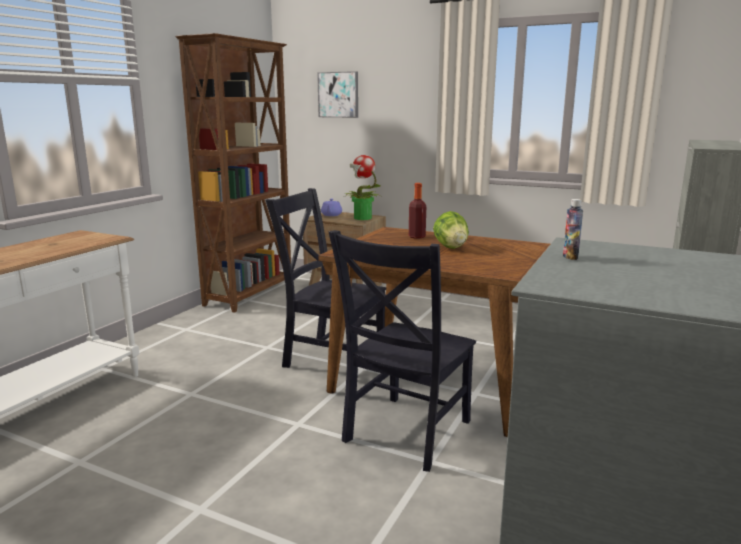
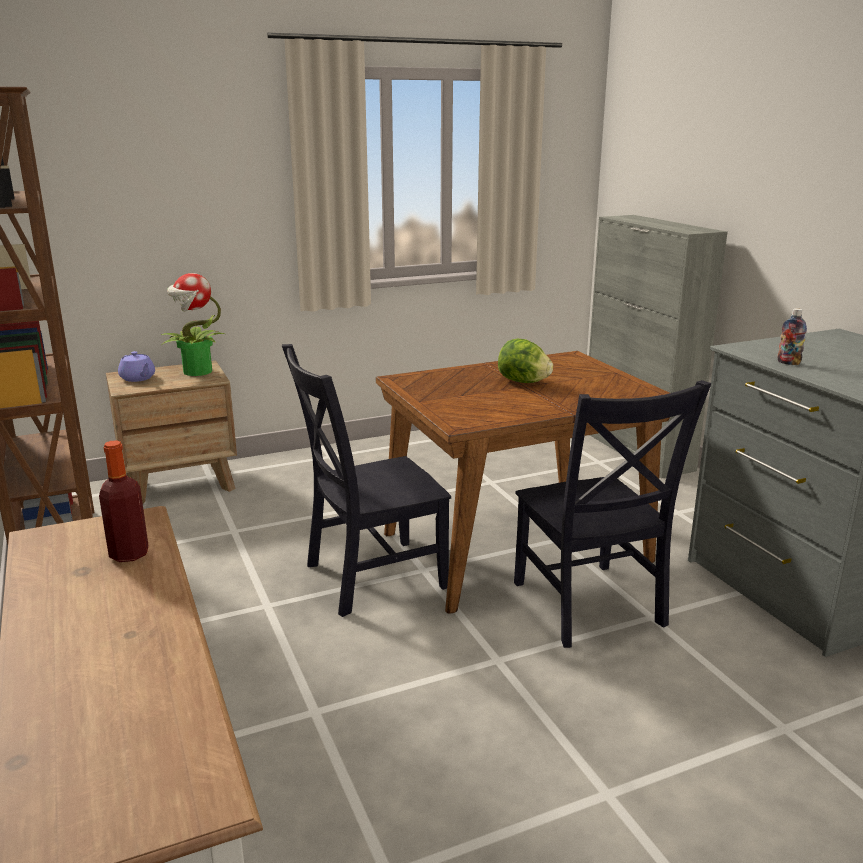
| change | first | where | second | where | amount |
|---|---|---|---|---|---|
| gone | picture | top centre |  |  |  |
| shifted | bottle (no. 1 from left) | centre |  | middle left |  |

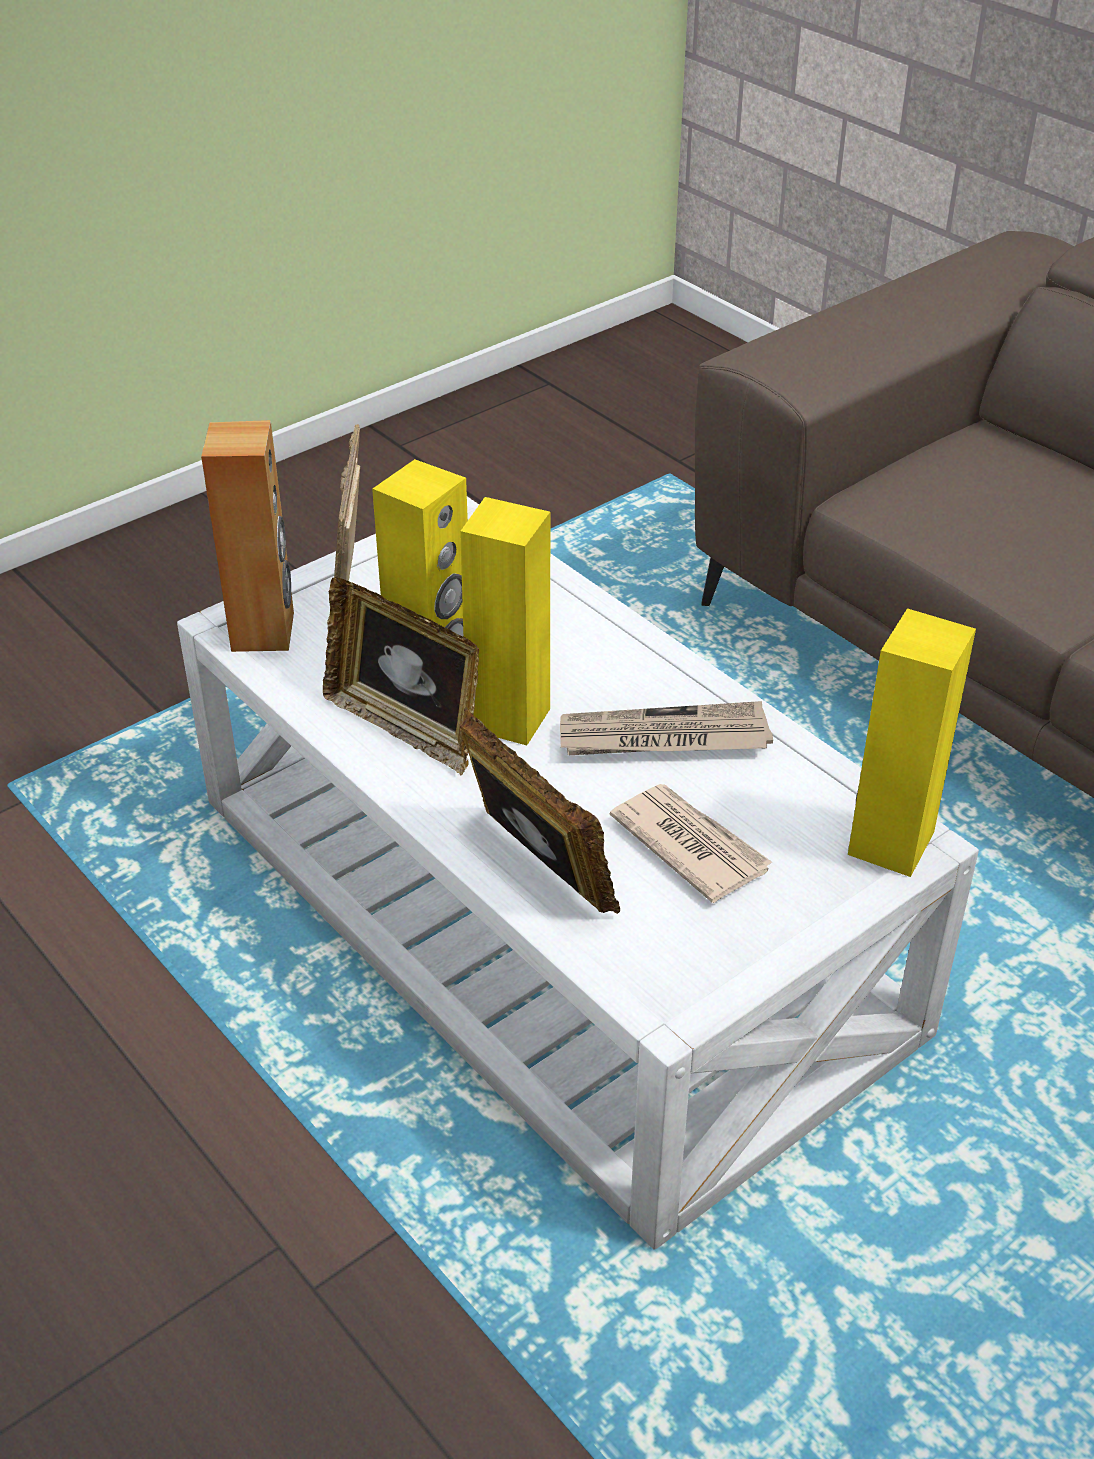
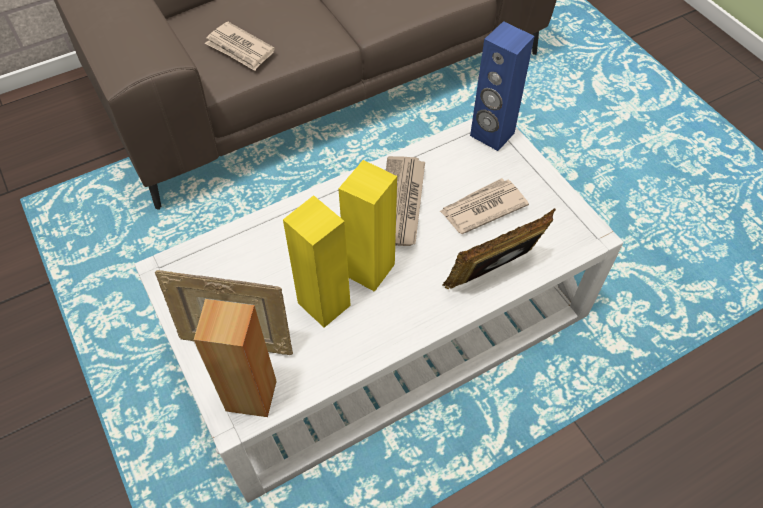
| change | first | where | second | where | amount |
|---|---|---|---|---|---|
| gone | picture frame (no. 2 from left) | centre |  |  |  |
| repainted | yellow speaker (no. 3 from left) | middle right | blue speaker | top centre |  |
| new |  |  | newspaper (no. 1 from left) | top left |  |

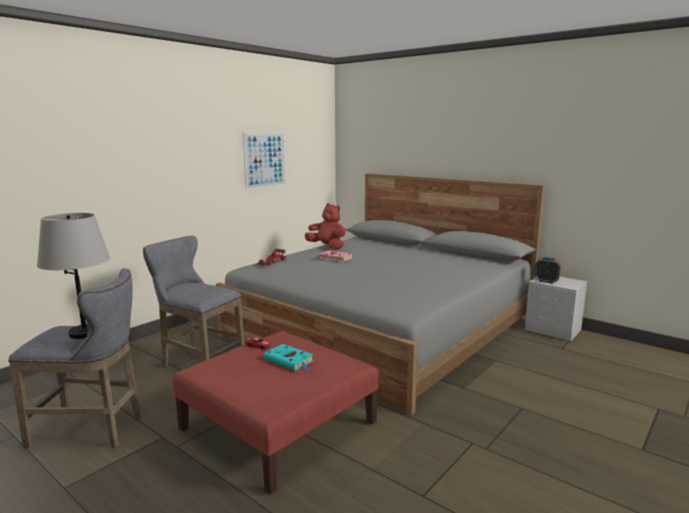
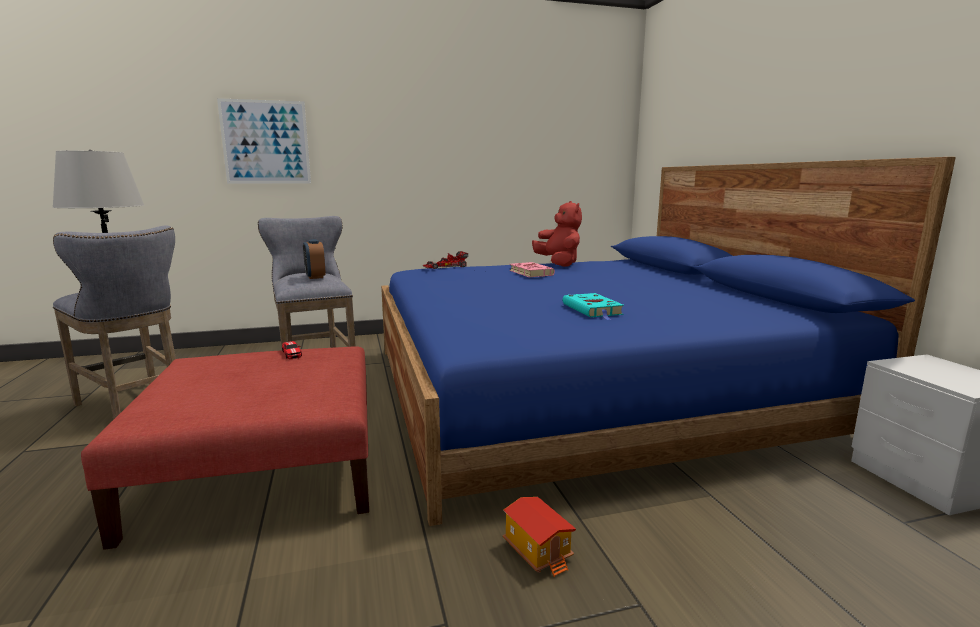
| change | first | where | second | where | amount |
|---|---|---|---|---|---|
| repainted | grey bed | centre | blue bed | middle right |  |
| shifted | picture | top centre |  | top left |  |
| shifted | turquoise book | bottom centre |  | centre |  |
| shifted | alarm clock | middle right |  | middle left |  |
| new |  |  | toy house | bottom centre |  |

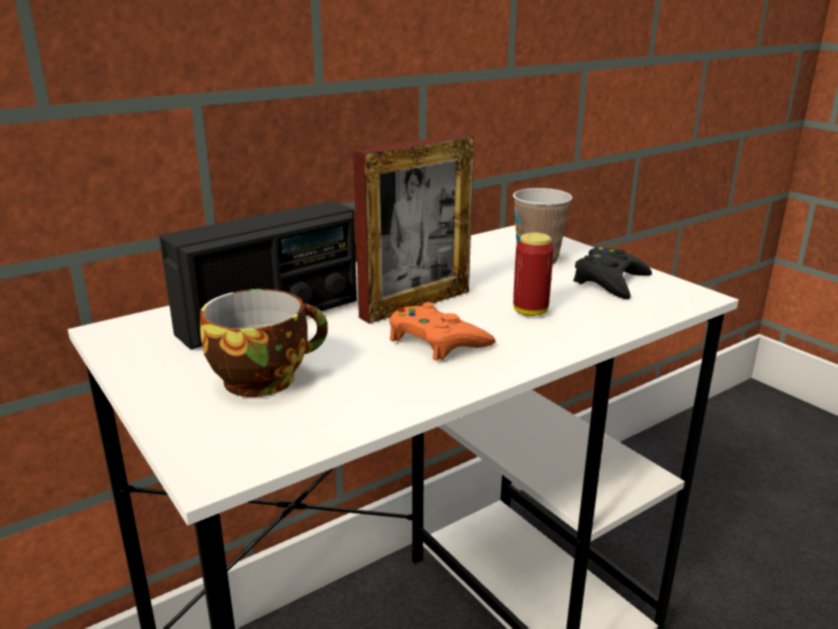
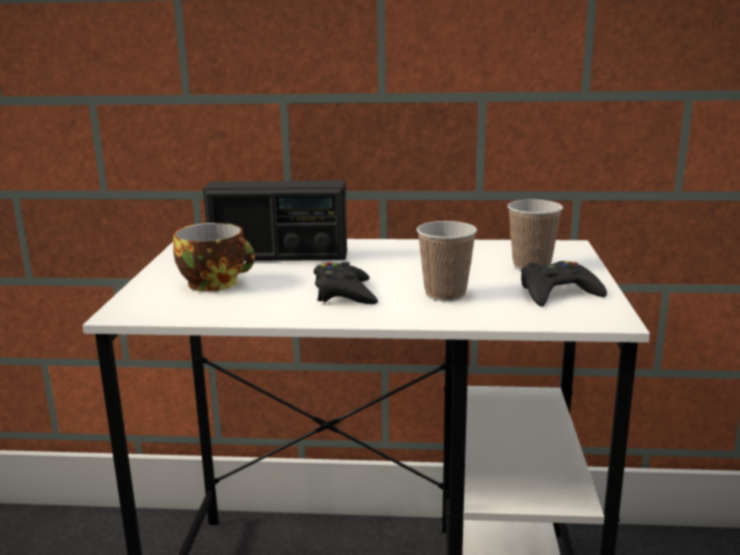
| change | first | where | second | where | amount |
|---|---|---|---|---|---|
| gone | picture frame | centre |  |  |  |
| repainted | orange game controller | centre | black game controller (no. 1 from left) | centre |  |
| swapped | can | centre | cup (no. 2 from left) | centre |  |

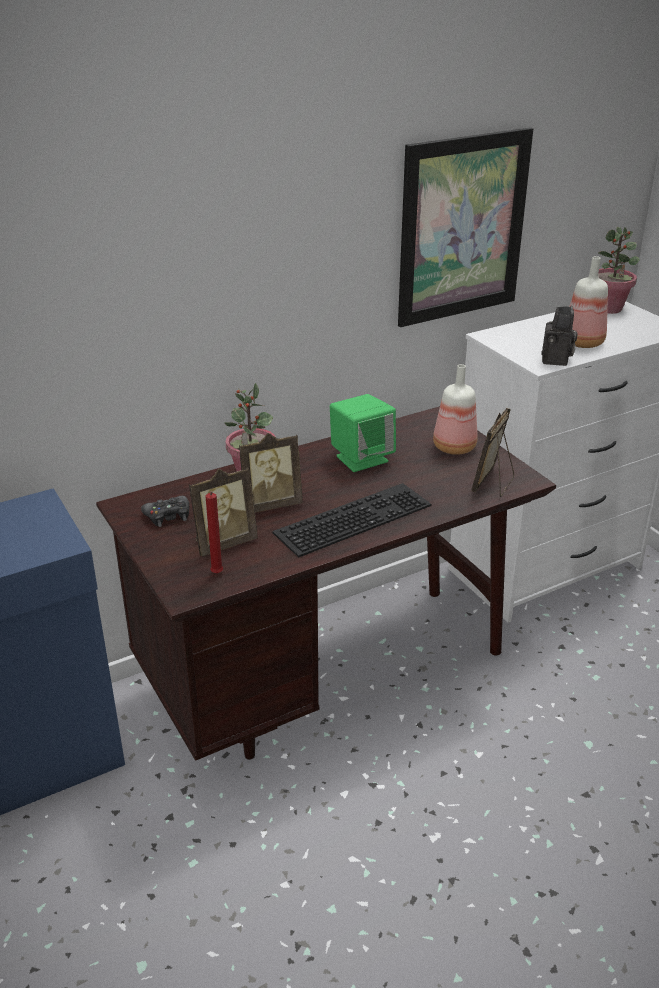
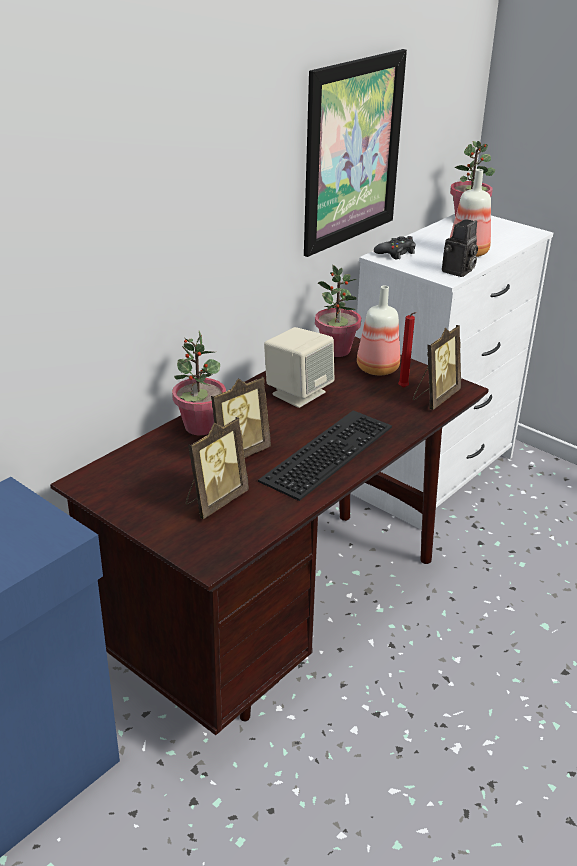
| change | first | where | second | where | amount |
|---|---|---|---|---|---|
| shifted | black game controller | middle left |  | top right |  |
| shifted | red candle | middle left |  | middle right |  |
| repainted | green speaker | centre | beige speaker | centre |  |
| rotated | picture frame (no. 3 from left) | middle right |  | middle right | 150 degrees counterclockwise |
| rotated | photo camera | middle right |  | top right | 45 degrees clockwise |
| new |  |  | potted plant (no. 2 from left) | centre |  |

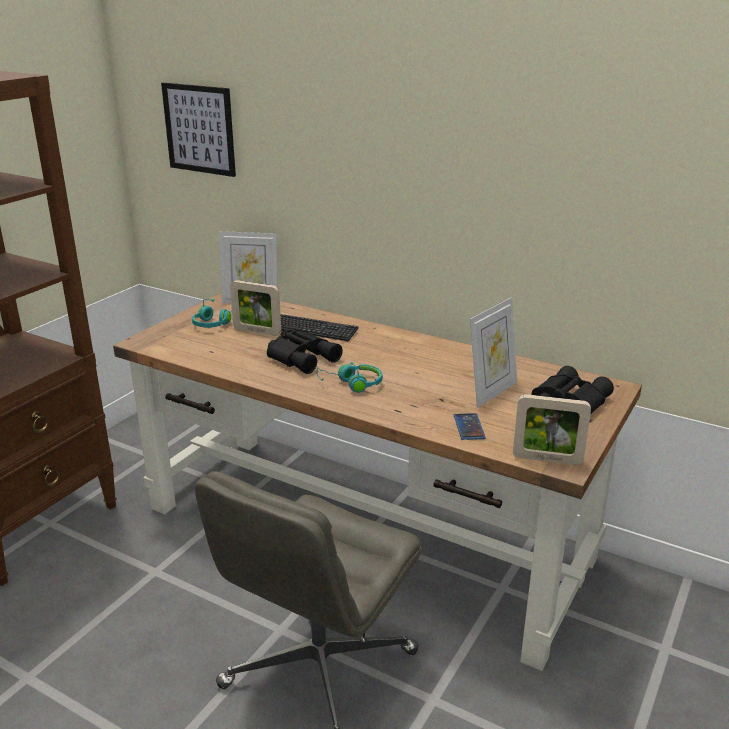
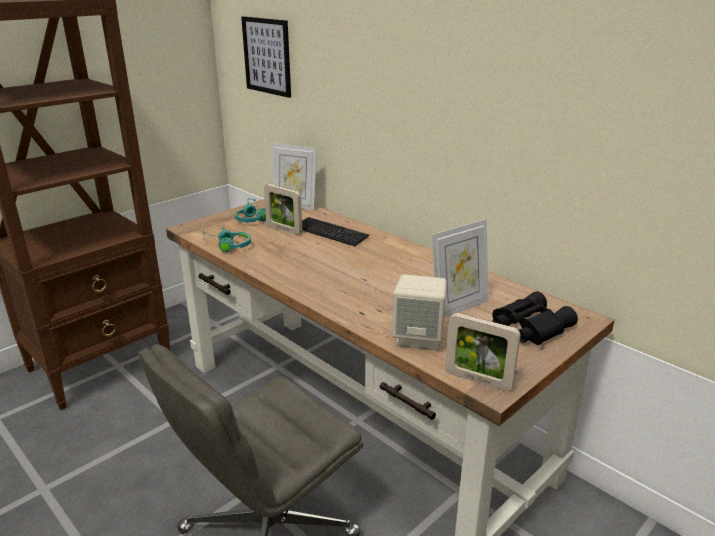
| change | first | where | second | where | amount |
|---|---|---|---|---|---|
| gone | black binoculars (no. 1 from left) | centre |  |  |  |
| shifted | turquoise headphones (no. 2 from left in the first image) | centre | turquoise headphones (no. 1 from left) | middle left |  |
| swapped | phone | centre | beige speaker | centre |  |

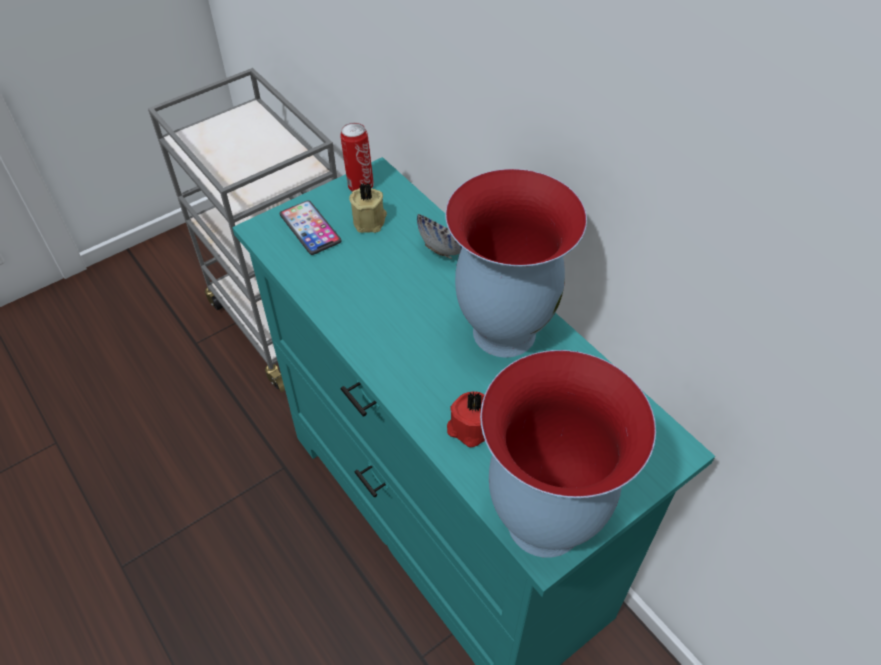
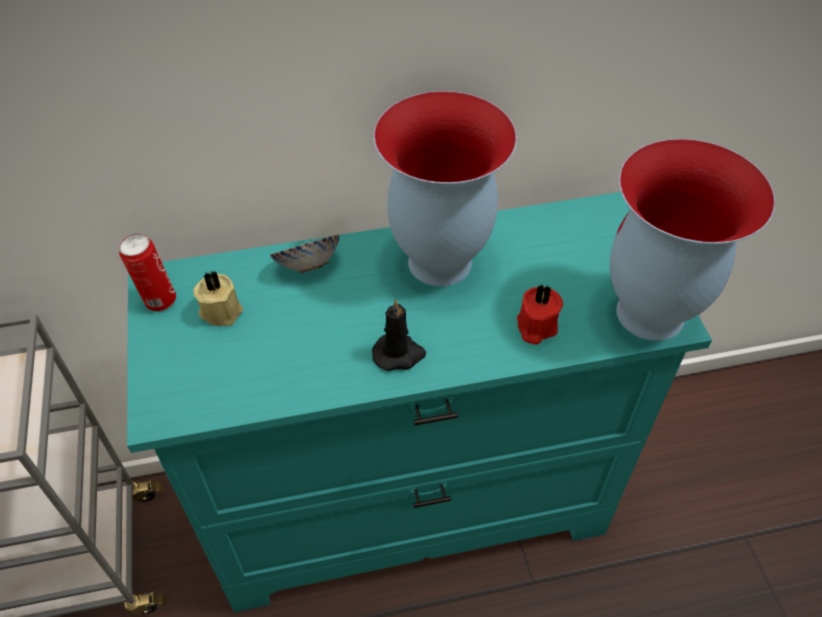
| change | first | where | second | where | amount |
|---|---|---|---|---|---|
| gone | phone | centre |  |  |  |
| new |  |  | black candle | centre |  |

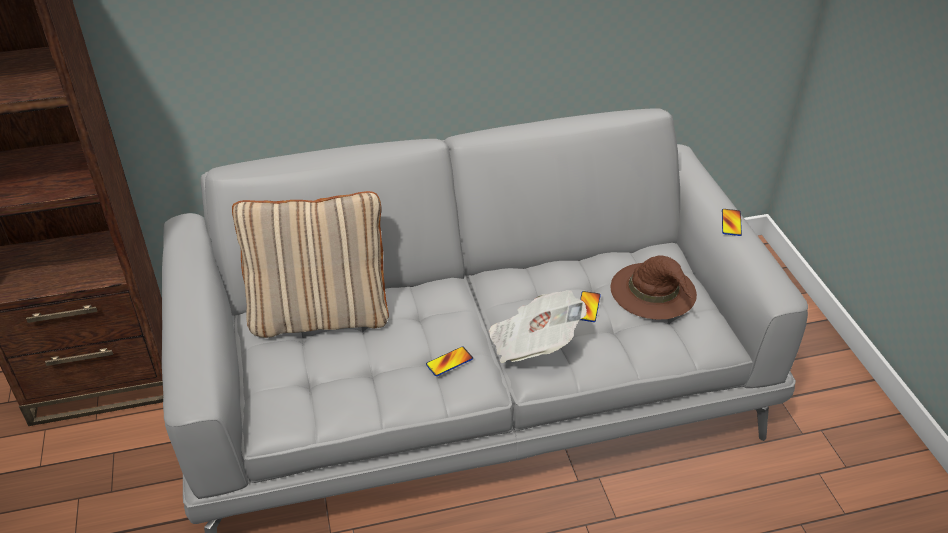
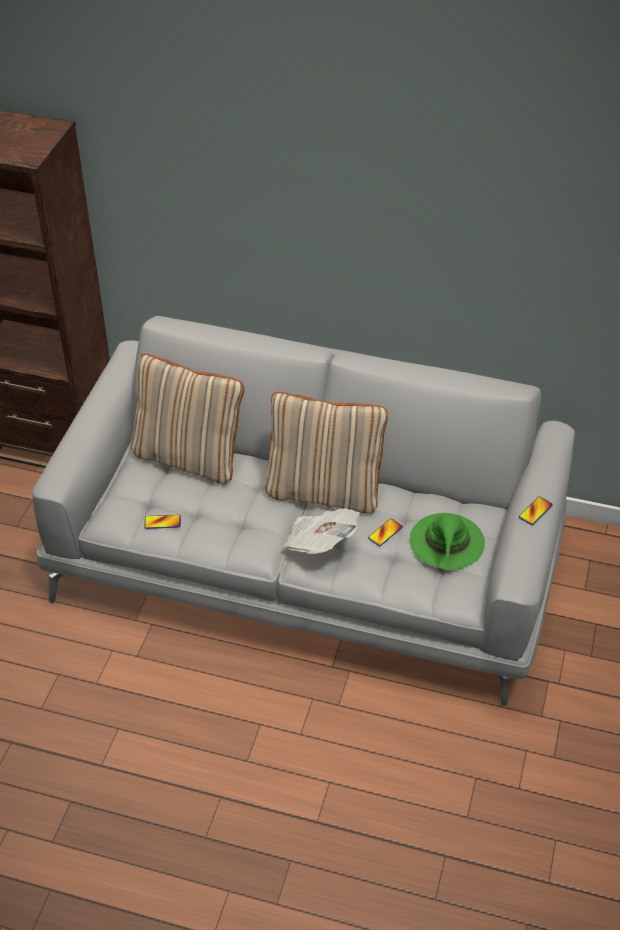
| change | first | where | second | where | amount |
|---|---|---|---|---|---|
| shifted | phone (no. 1 from left) | bottom centre |  | middle left |  |
| repainted | brown hat | middle right | green hat | middle right |  |
| new |  |  | beige pillow (no. 2 from left) | centre |  |

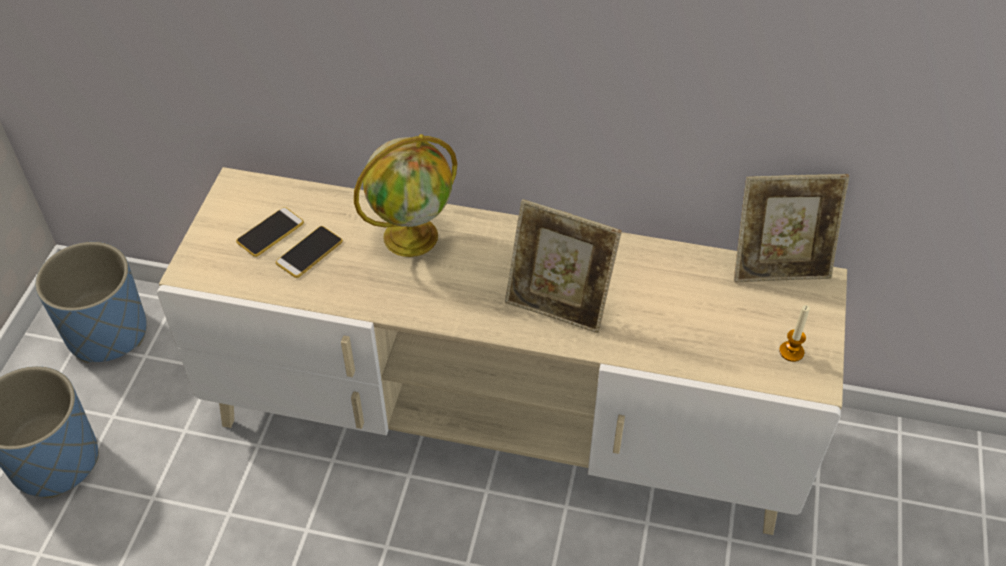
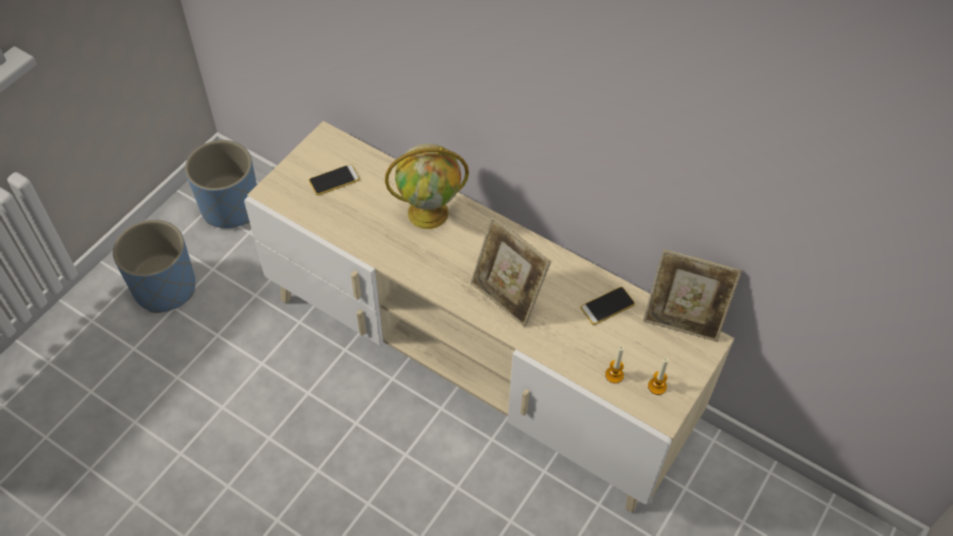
| change | first | where | second | where | amount |
|---|---|---|---|---|---|
| shifted | phone (no. 2 from left) | middle left |  | centre |  |
| new |  |  | candle (no. 1 from left) | bottom centre |  |

